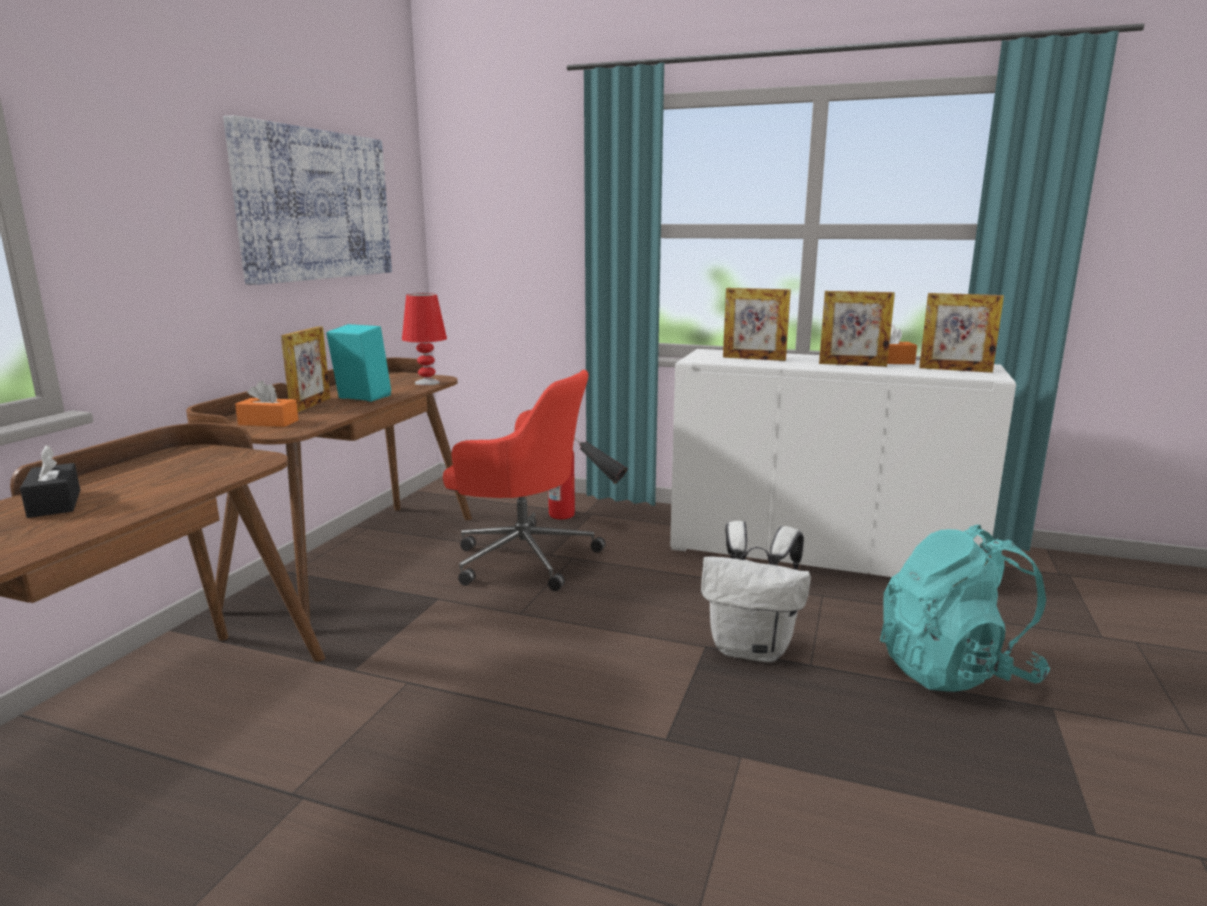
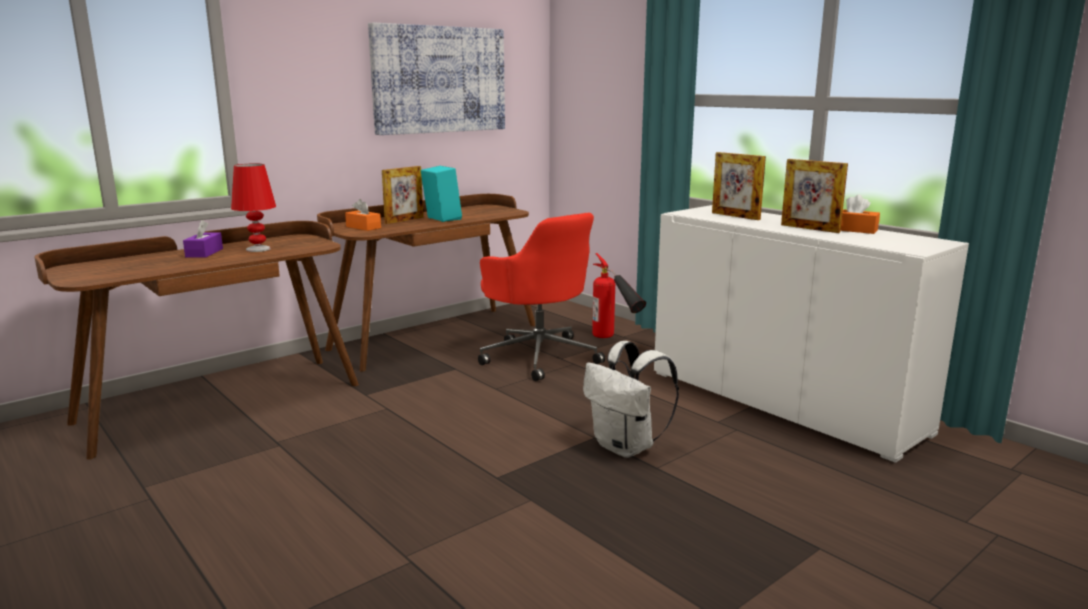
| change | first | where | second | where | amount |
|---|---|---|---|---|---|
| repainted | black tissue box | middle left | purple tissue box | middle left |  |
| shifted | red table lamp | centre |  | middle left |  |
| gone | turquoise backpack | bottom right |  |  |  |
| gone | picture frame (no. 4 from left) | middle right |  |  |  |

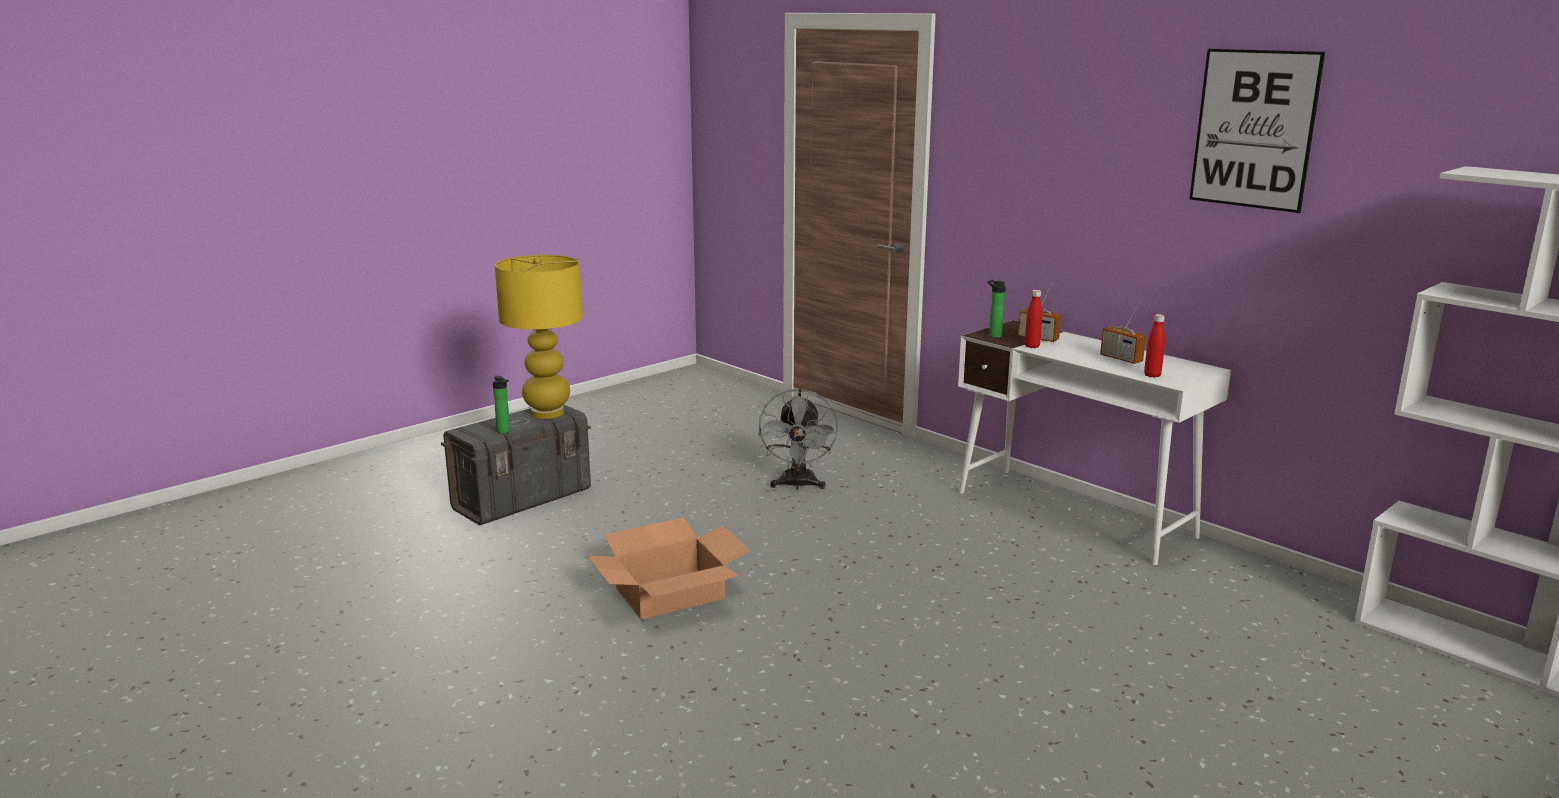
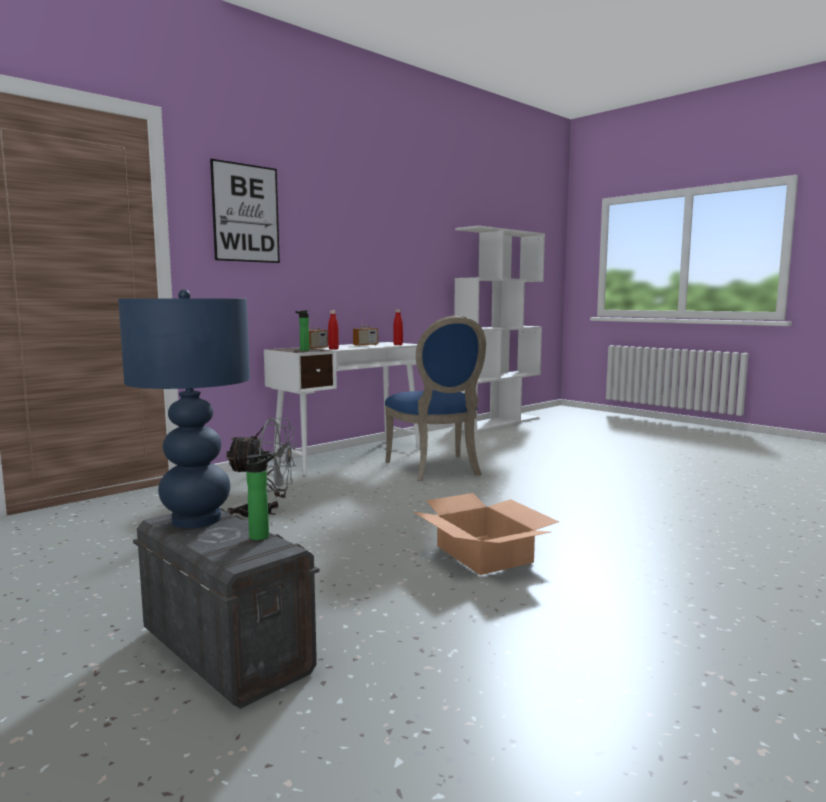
| change | first | where | second | where | amount |
|---|---|---|---|---|---|
| repainted | yellow table lamp | centre | blue table lamp | middle left |  |
| shifted | picture | top right |  | top left |  |
| new |  |  | blue chair | centre |  |

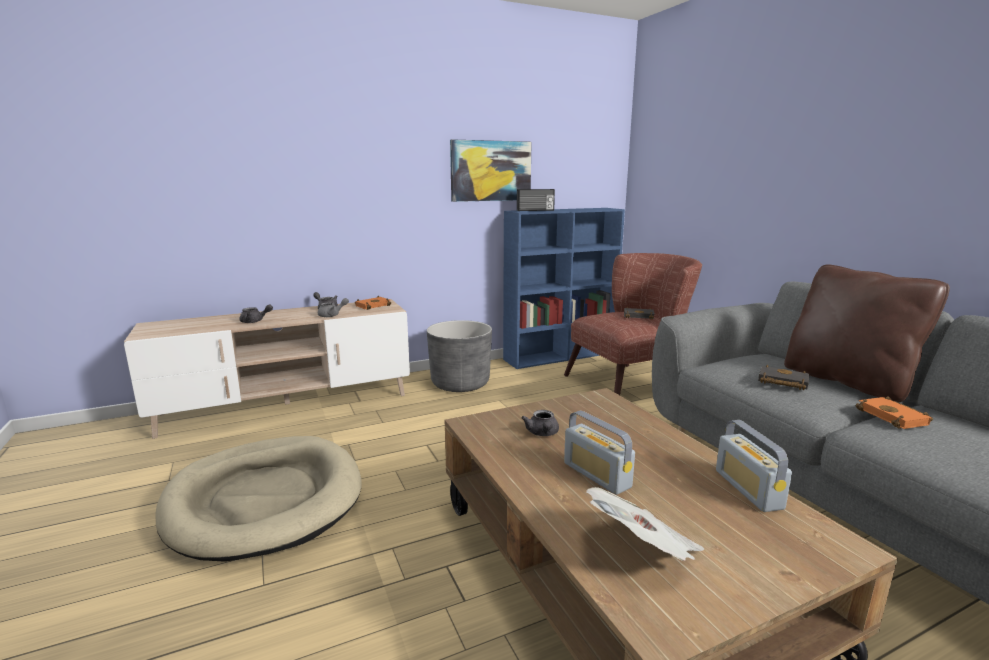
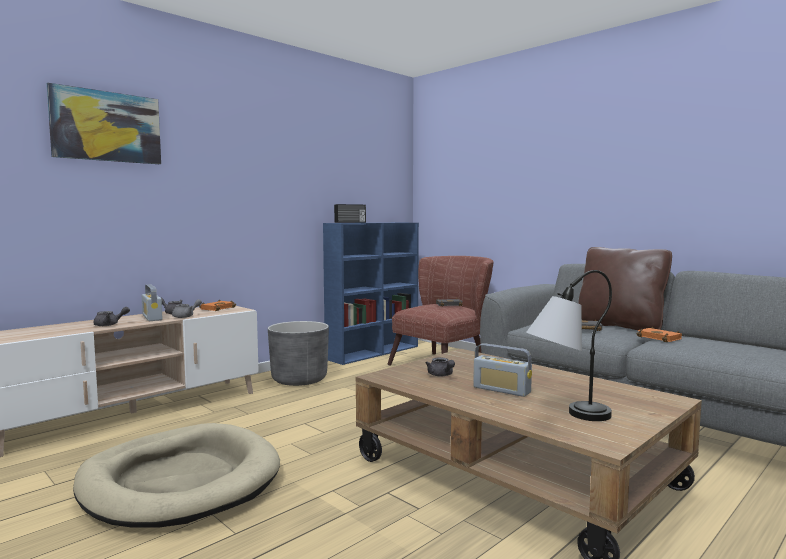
| change | first | where | second | where | amount |
|---|---|---|---|---|---|
| shifted | picture | top centre |  | top left |  |
| swapped | newspaper | bottom centre | table lamp | middle right |  |
| shifted | radio (no. 3 from left in the first image) | bottom right | radio (no. 1 from left) | middle left |  |

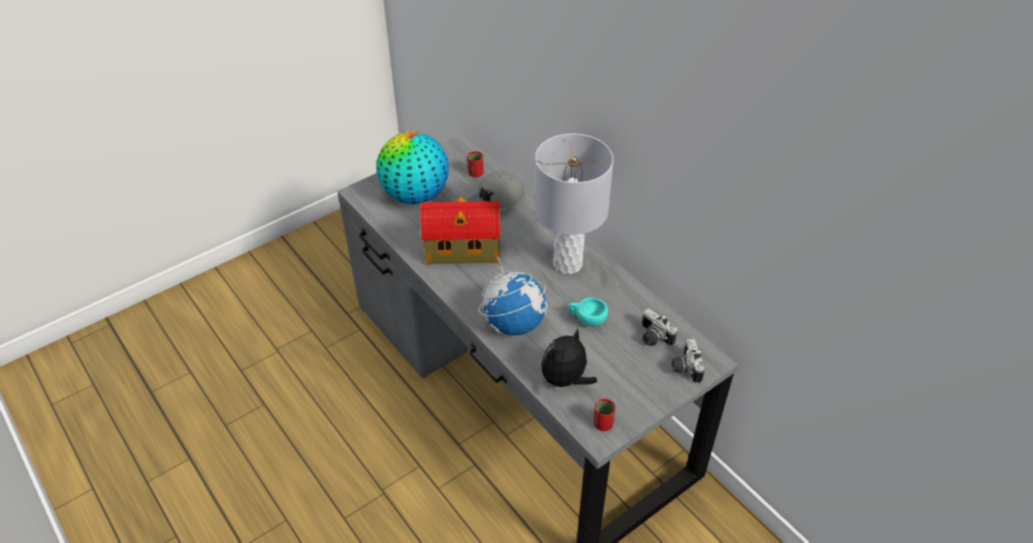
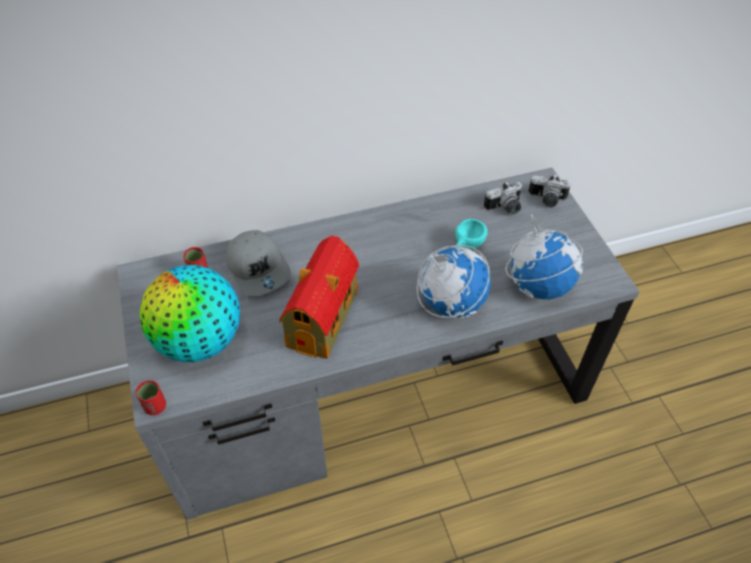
| change | first | where | second | where | amount |
|---|---|---|---|---|---|
| gone | grey table lamp | centre |  |  |  |
| swapped | plush toy | centre | globe (no. 3 from left) | middle right |  |
| shifted | red cup (no. 2 from left in the first image) | bottom centre | red cup (no. 1 from left) | bottom left |  |

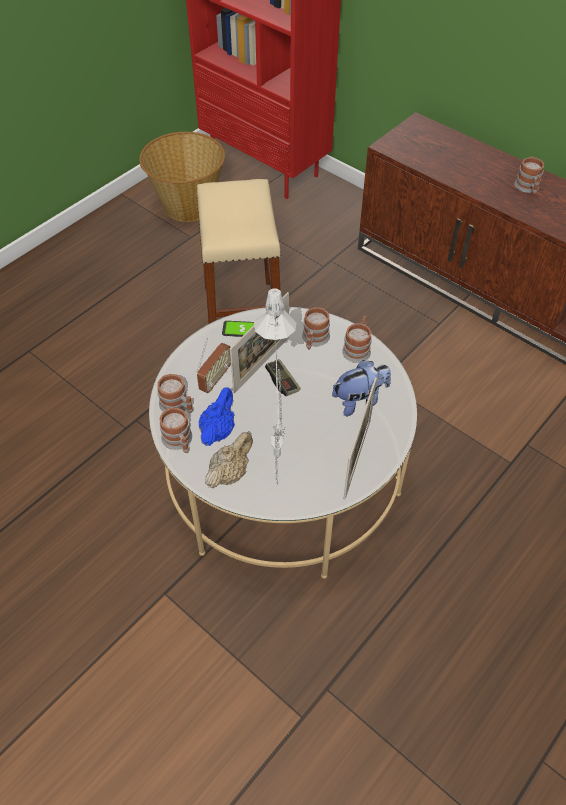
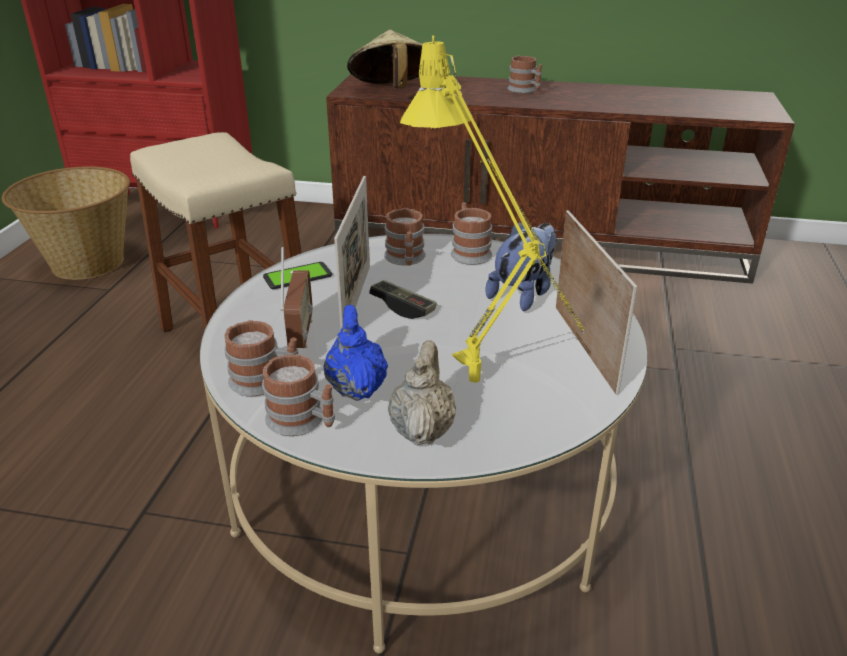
| change | first | where | second | where | amount |
|---|---|---|---|---|---|
| repainted | grey table lamp | centre | yellow table lamp | top centre |  |
| new |  |  | beige hat | top centre |  |

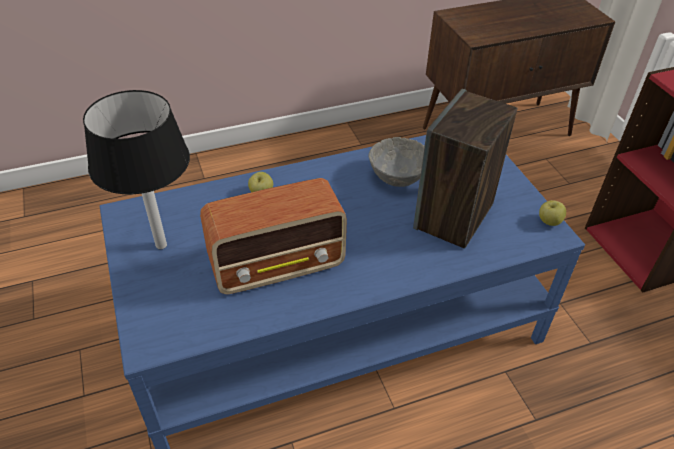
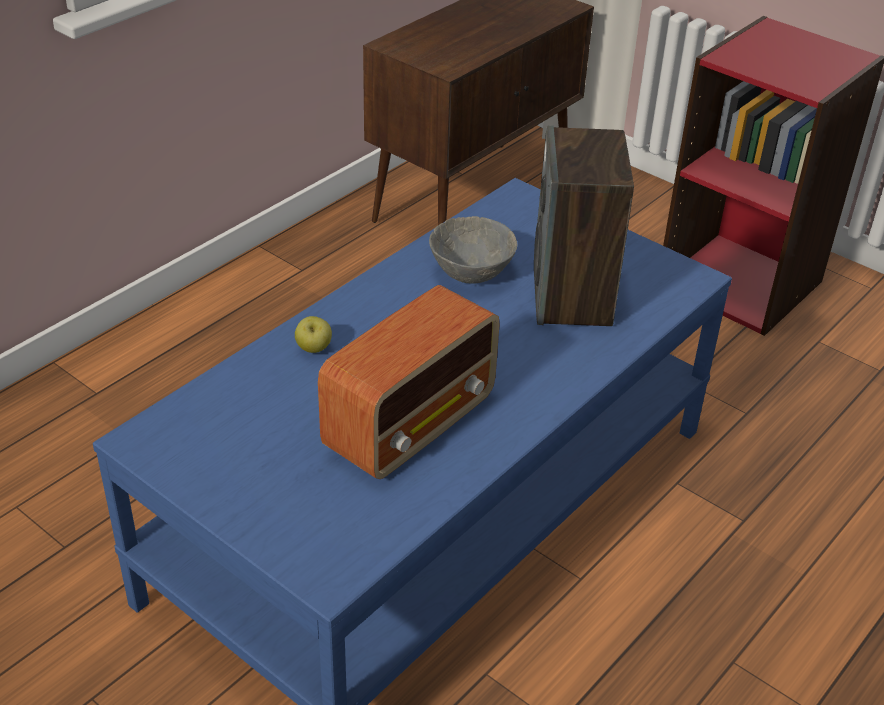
| change | first | where | second | where | amount |
|---|---|---|---|---|---|
| gone | black table lamp | middle left |  |  |  |
| gone | apple (no. 2 from left) | middle right |  |  |  |

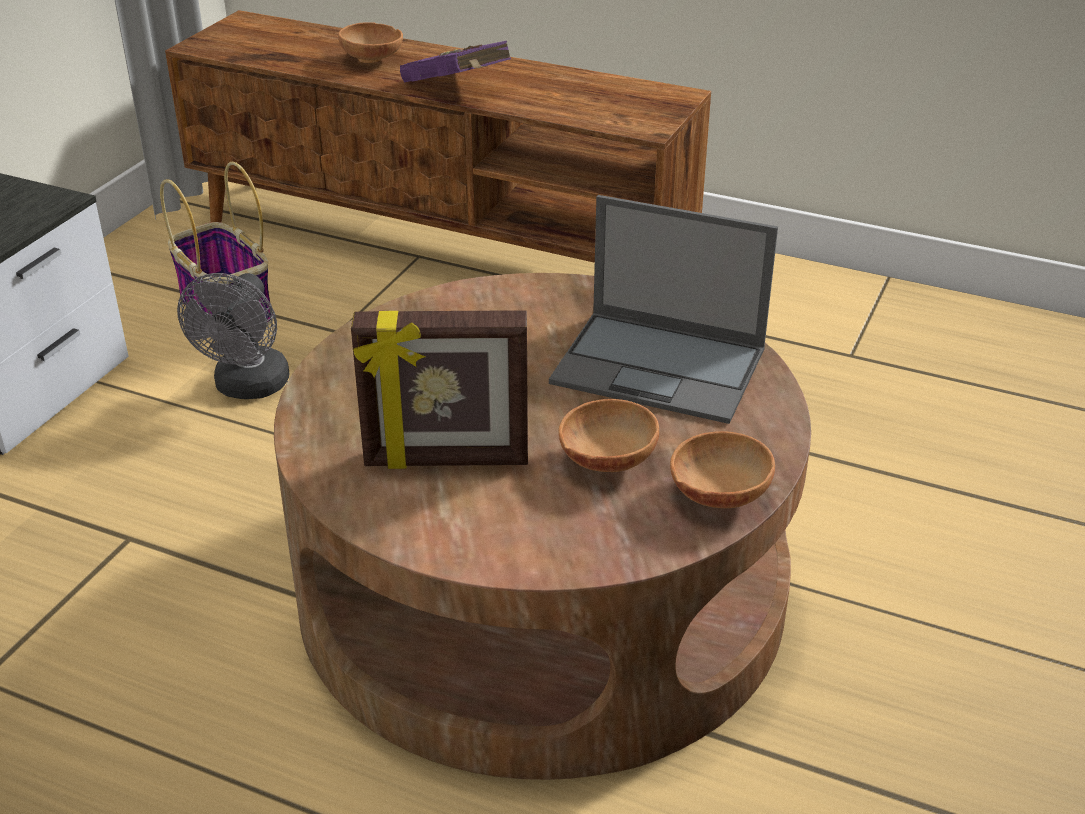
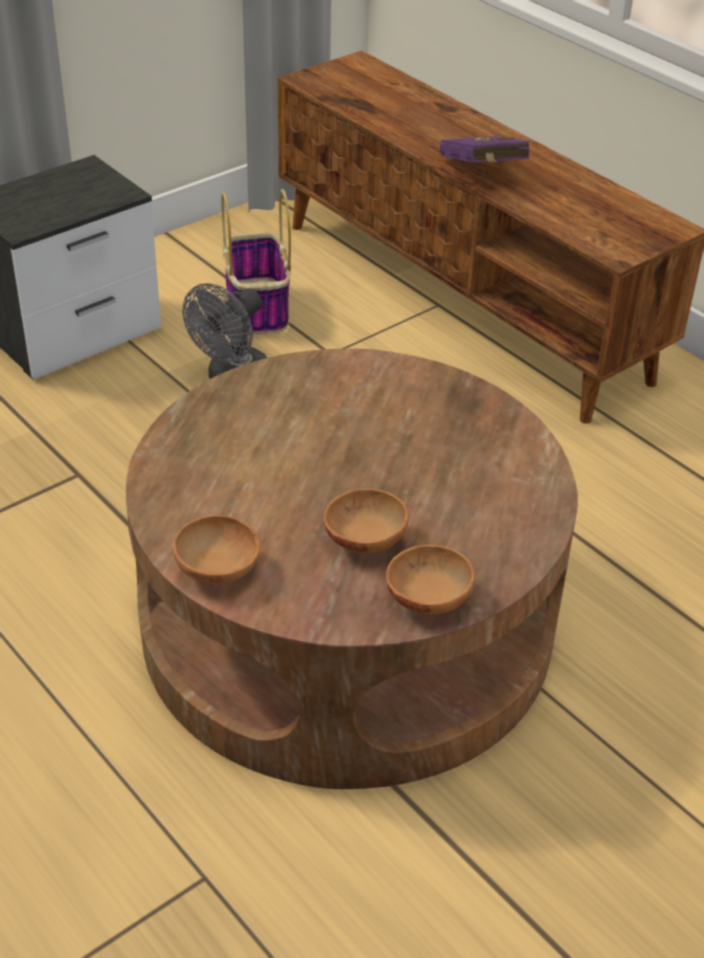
| change | first | where | second | where | amount |
|---|---|---|---|---|---|
| shifted | brown bowl (no. 1 from left) | top centre |  | middle left |  |
| gone | picture frame | centre |  |  |  |
| gone | laptop | centre |  |  |  |

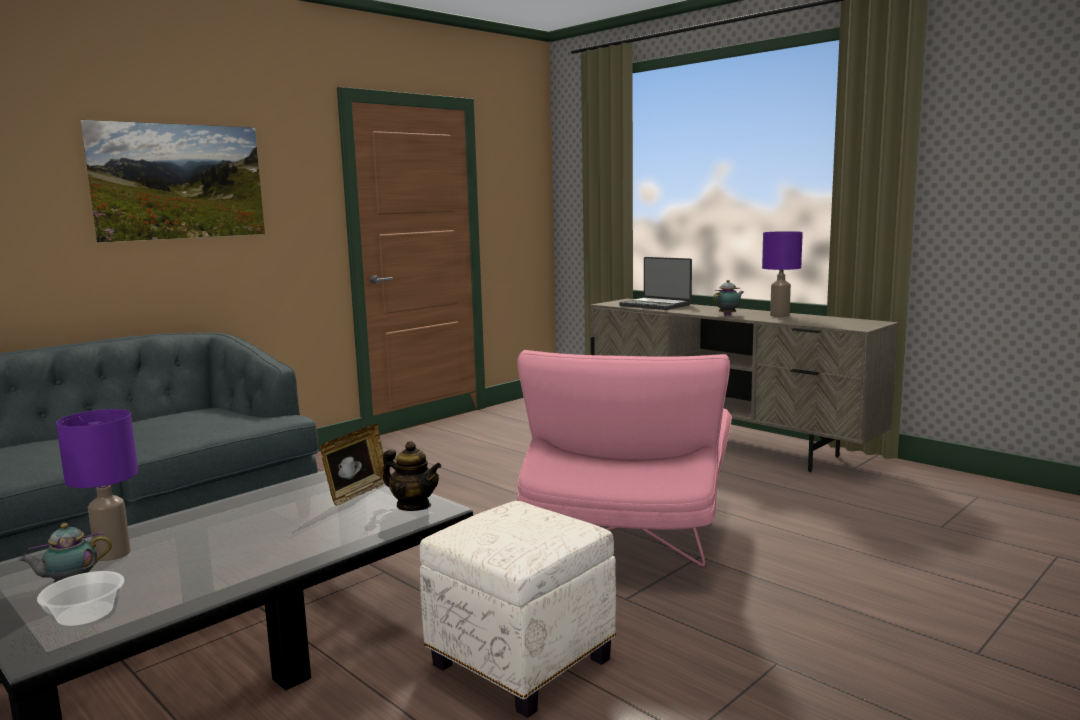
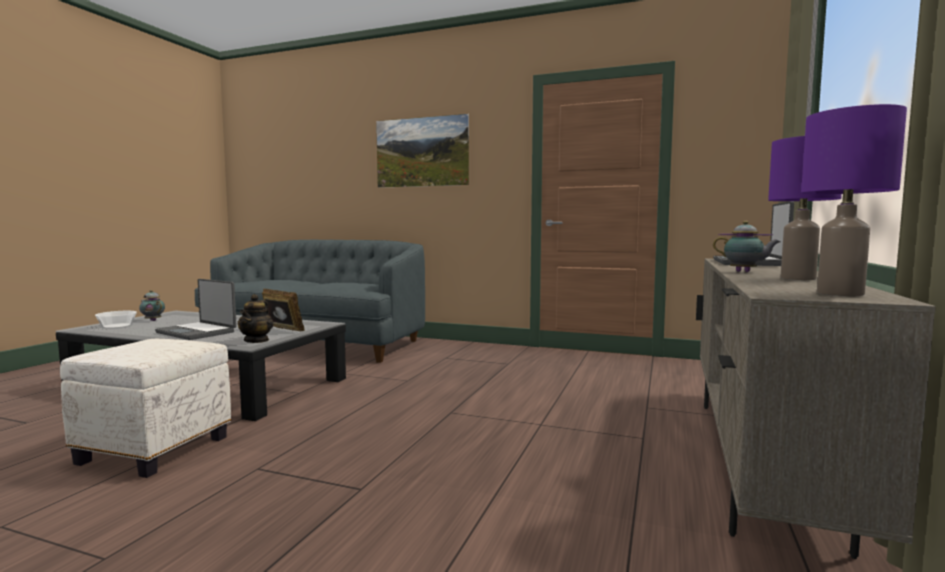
| change | first | where | second | where | amount |
|---|---|---|---|---|---|
| shifted | purple table lamp (no. 1 from left in the first image) | bottom left | purple table lamp (no. 2 from left) | middle right |  |
| rotated | picture frame | middle left |  | middle left | 150 degrees counterclockwise |
| gone | pink armchair | centre |  |  |  |
| new |  |  | laptop (no. 1 from left) | middle left |  |

